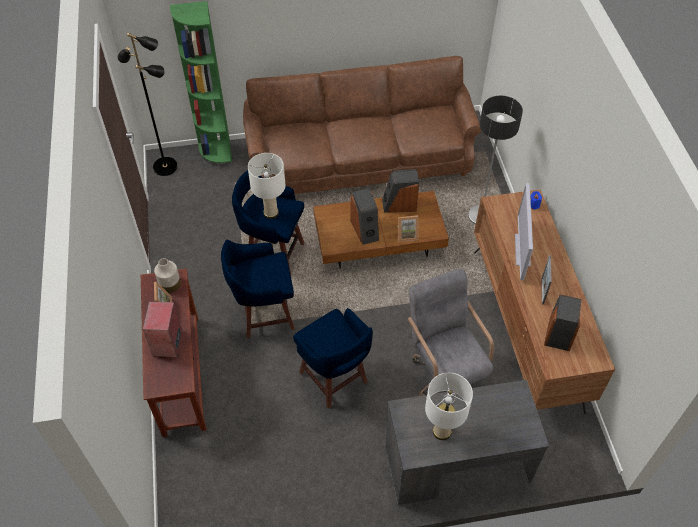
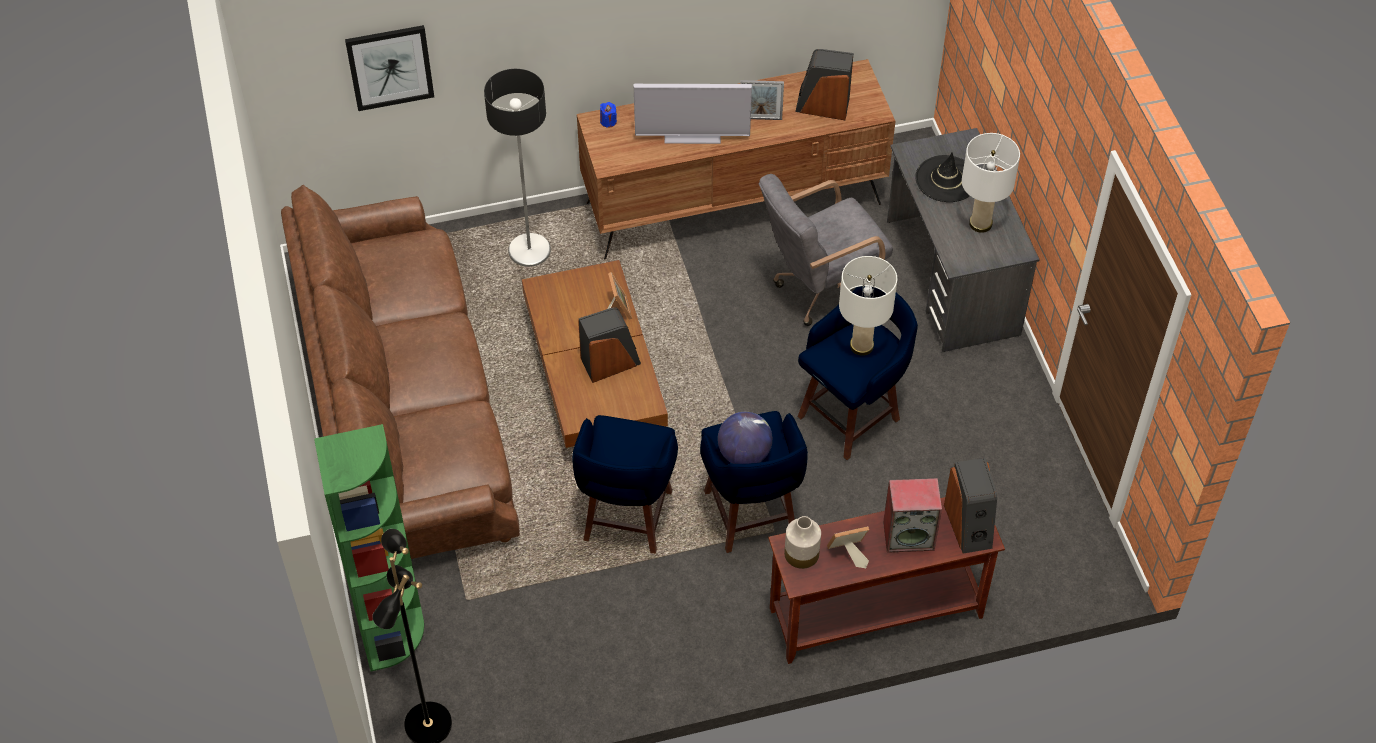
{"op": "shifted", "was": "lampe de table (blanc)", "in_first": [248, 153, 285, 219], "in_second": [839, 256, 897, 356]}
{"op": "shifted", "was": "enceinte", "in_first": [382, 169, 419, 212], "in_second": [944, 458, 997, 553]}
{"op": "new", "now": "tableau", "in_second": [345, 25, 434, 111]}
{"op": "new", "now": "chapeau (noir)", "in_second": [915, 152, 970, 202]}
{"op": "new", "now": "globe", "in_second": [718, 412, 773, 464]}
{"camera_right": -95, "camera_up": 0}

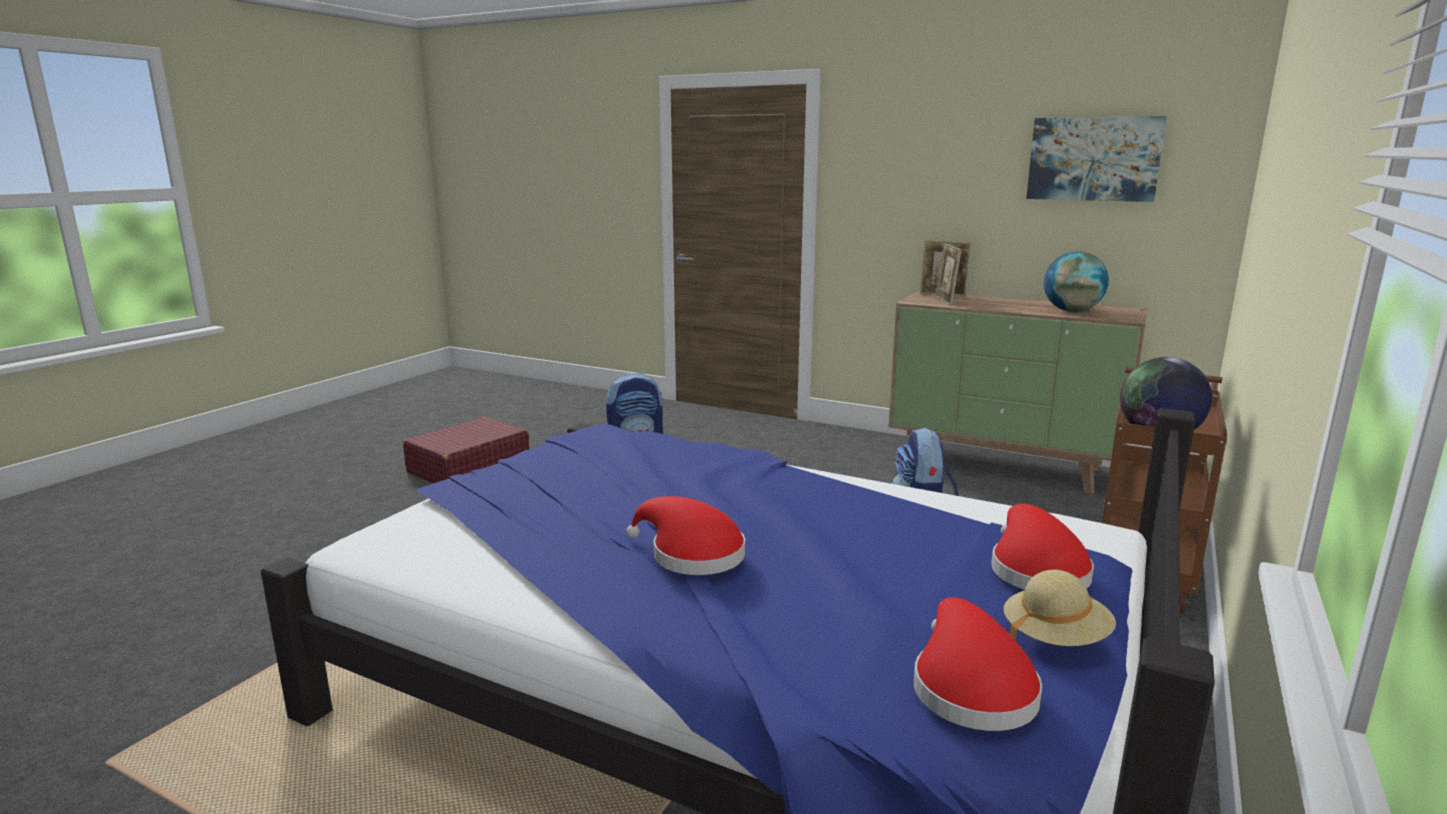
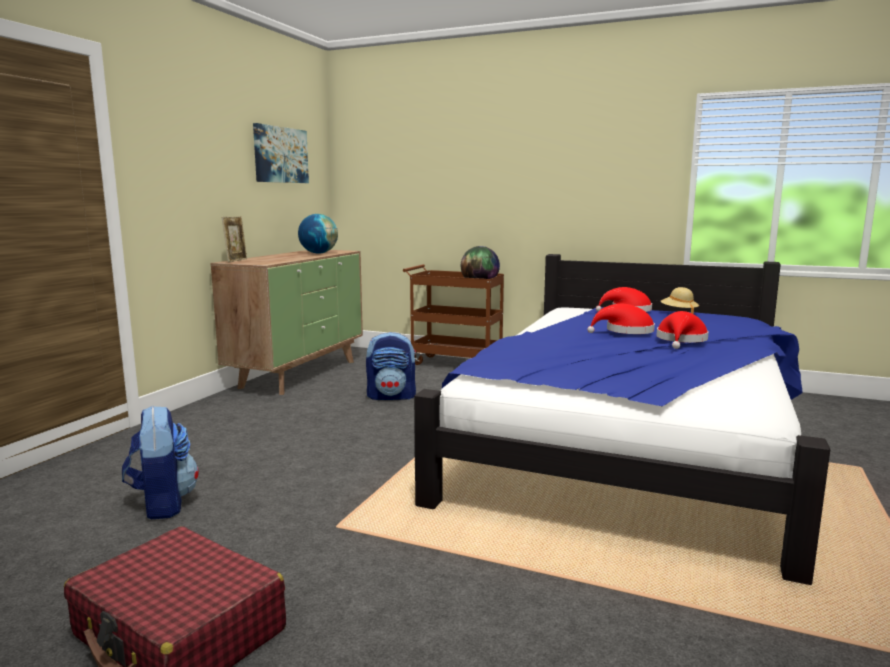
{"op": "gone", "was": "cadre photo", "in_first": [935, 243, 962, 306]}
{"op": "shifted", "was": "chapeau (rouge)", "in_first": [914, 597, 1042, 731], "in_second": [587, 304, 655, 334]}
{"camera_right": -95, "camera_up": -5}

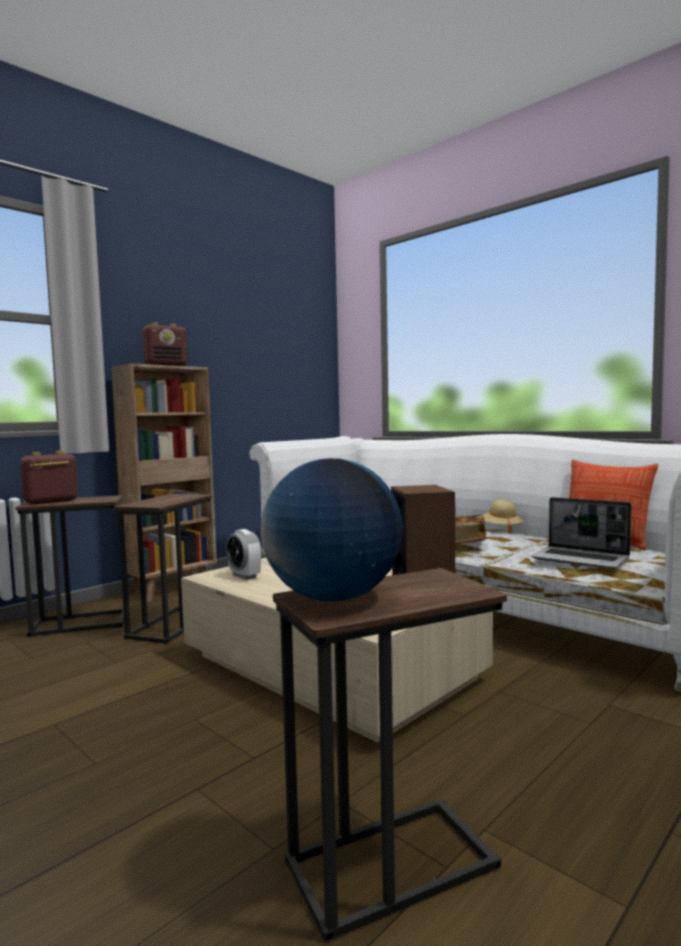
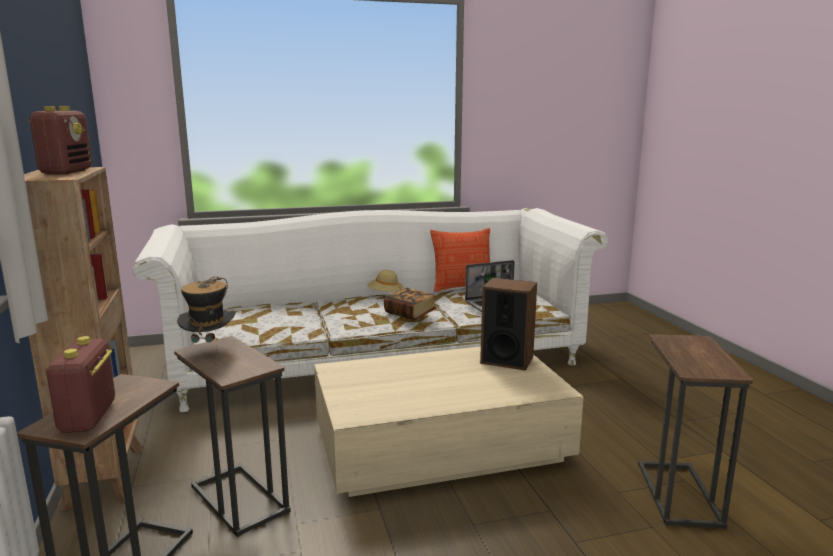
{"op": "gone", "was": "globe", "in_first": [261, 458, 403, 602]}
{"op": "gone", "was": "réveil", "in_first": [226, 529, 262, 580]}
{"op": "new", "now": "chapeau", "in_second": [177, 277, 236, 358]}
{"camera_right": -60, "camera_up": 10}

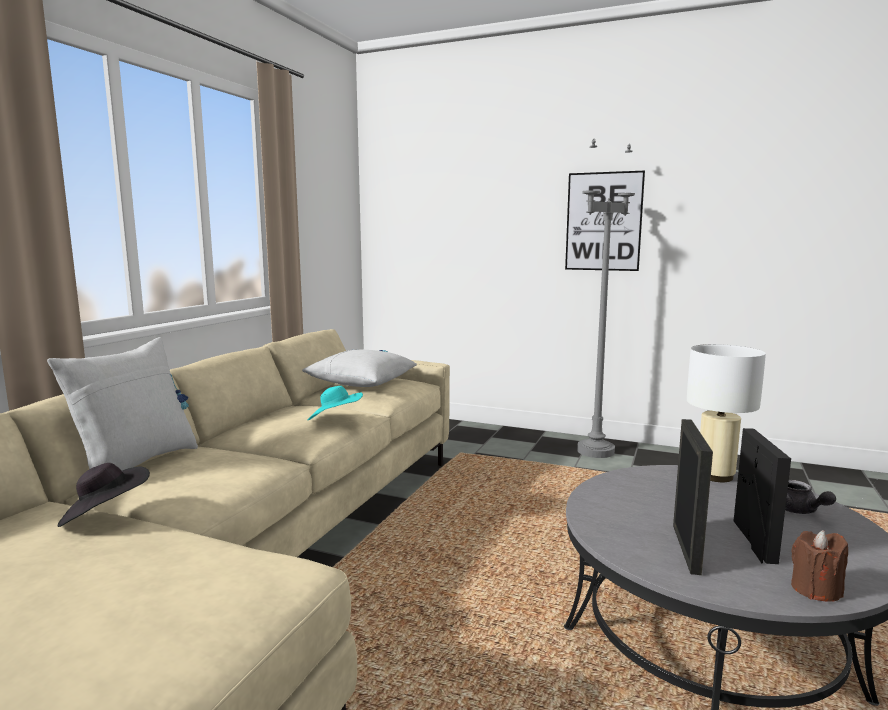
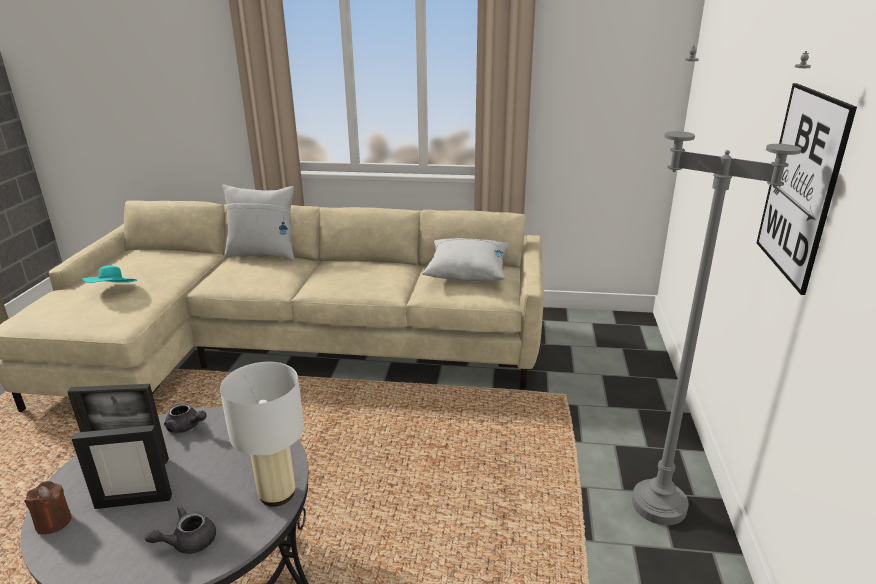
{"op": "shifted", "was": "chapeau (turquoise)", "in_first": [308, 386, 363, 420], "in_second": [82, 265, 137, 283]}
{"op": "gone", "was": "chapeau (noir)", "in_first": [58, 463, 150, 527]}
{"op": "new", "now": "théière (gris)", "in_second": [164, 403, 207, 433]}
{"camera_right": 75, "camera_up": 15}

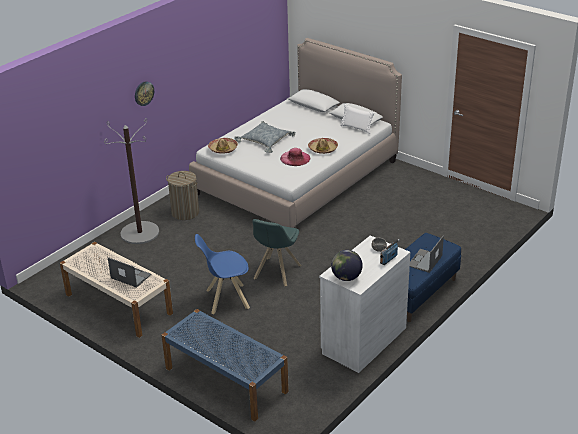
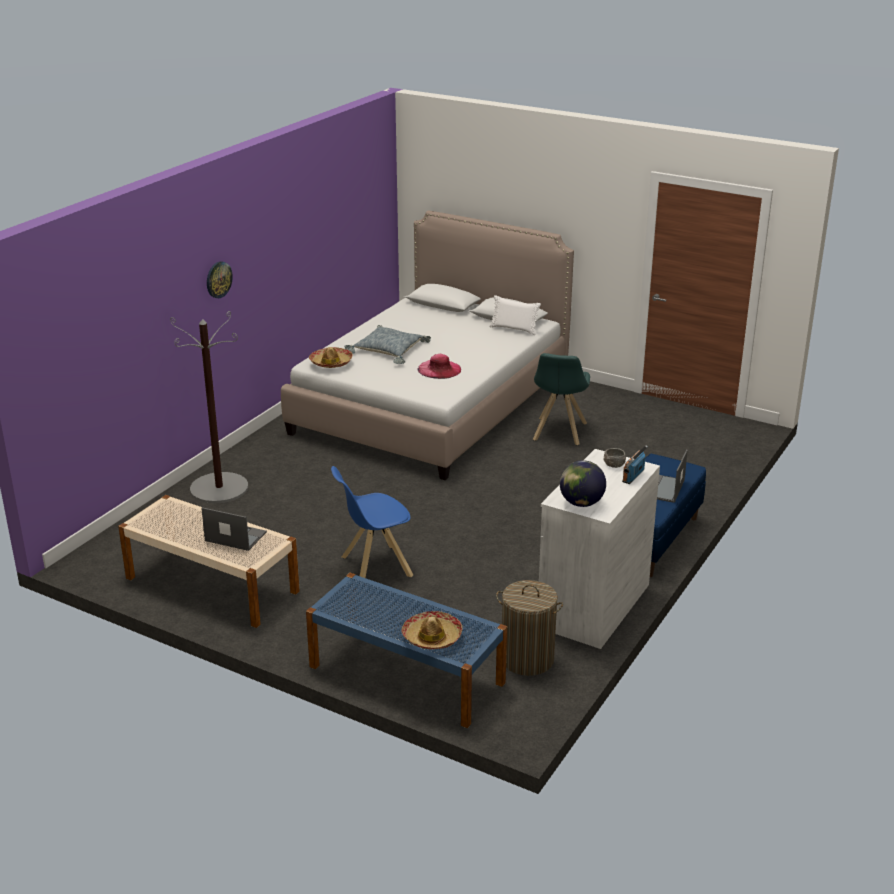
{"op": "shifted", "was": "chapeau", "in_first": [308, 138, 338, 154], "in_second": [401, 611, 463, 649]}
{"op": "shifted", "was": "panier à linge", "in_first": [166, 171, 199, 220], "in_second": [496, 580, 563, 676]}
{"op": "shifted", "was": "chaise (turquoise)", "in_first": [252, 219, 301, 287], "in_second": [533, 353, 590, 445]}
{"camera_right": -10, "camera_up": -5}

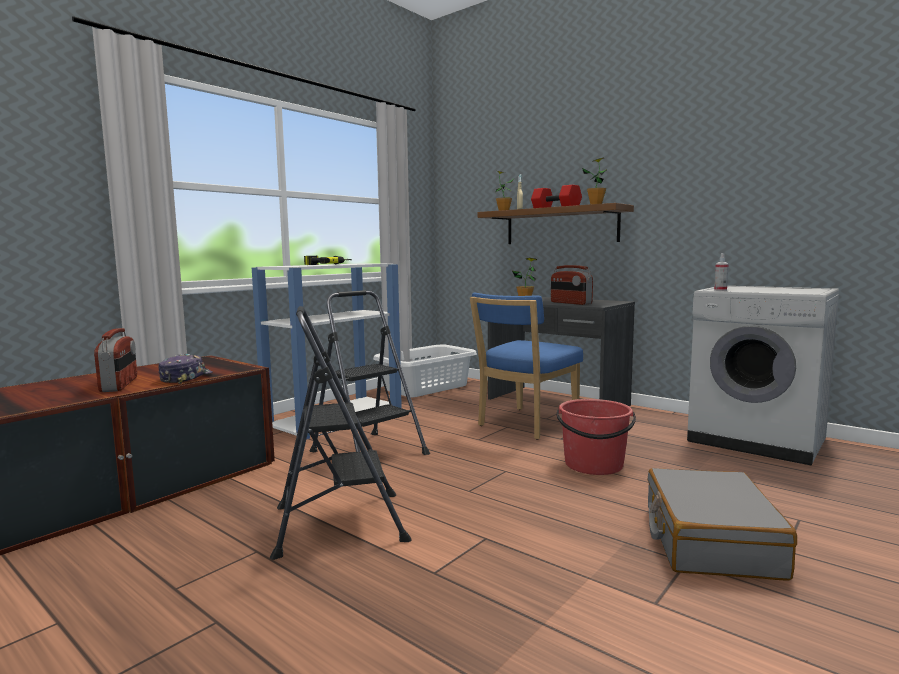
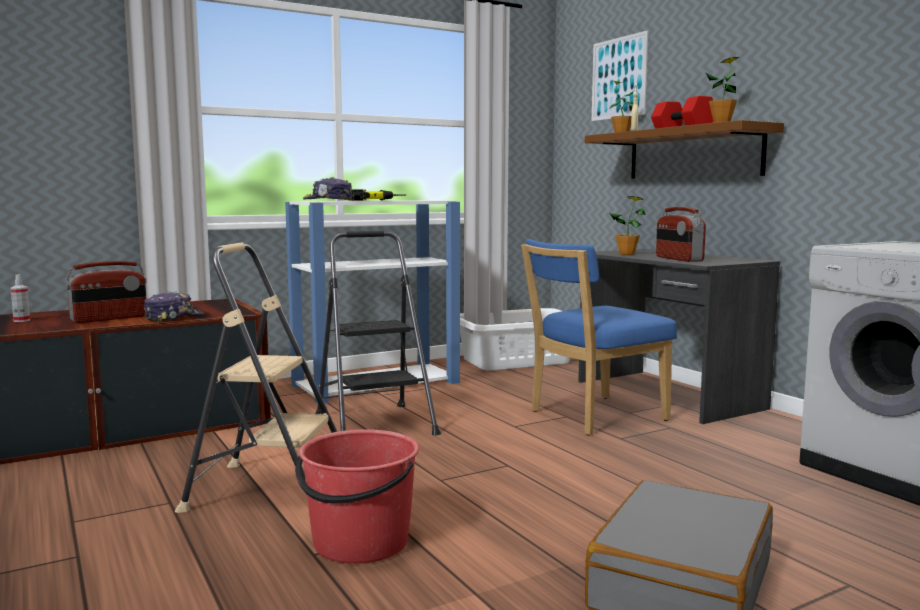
{"op": "shifted", "was": "vaporisateur", "in_first": [714, 253, 729, 291], "in_second": [10, 274, 30, 322]}
{"op": "repainted", "was": "escabeau (noir)", "now": "escabeau (beige)", "in_first": [270, 306, 412, 560], "in_second": [175, 242, 337, 513]}
{"op": "rotated", "was": "radio", "in_first": [94, 328, 137, 392], "in_second": [65, 261, 147, 323], "clockwise": 45}
{"op": "shifted", "was": "seau (rouge)", "in_first": [557, 399, 636, 475], "in_second": [295, 429, 419, 564]}
{"op": "new", "now": "tableau", "in_second": [592, 30, 648, 121]}
{"op": "new", "now": "casquette", "in_second": [303, 177, 354, 201]}
{"camera_right": 20, "camera_up": 0}

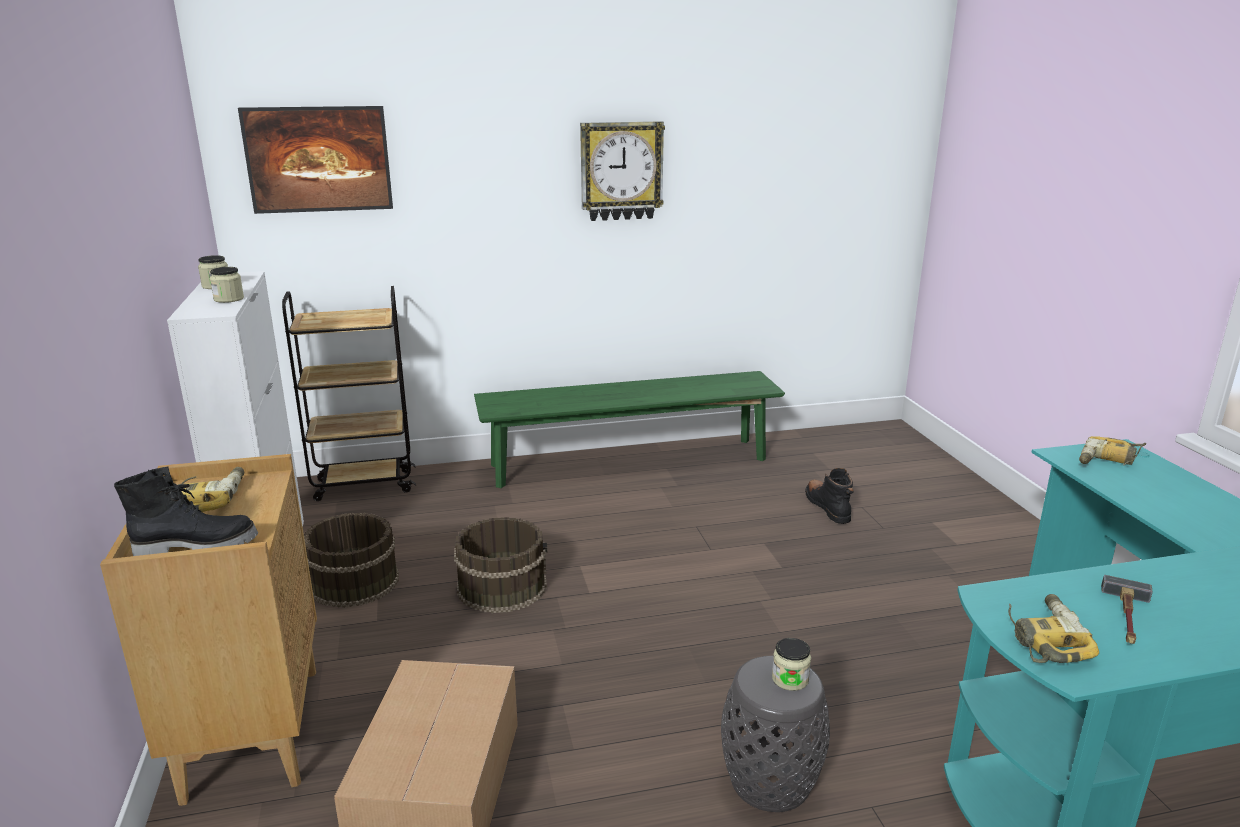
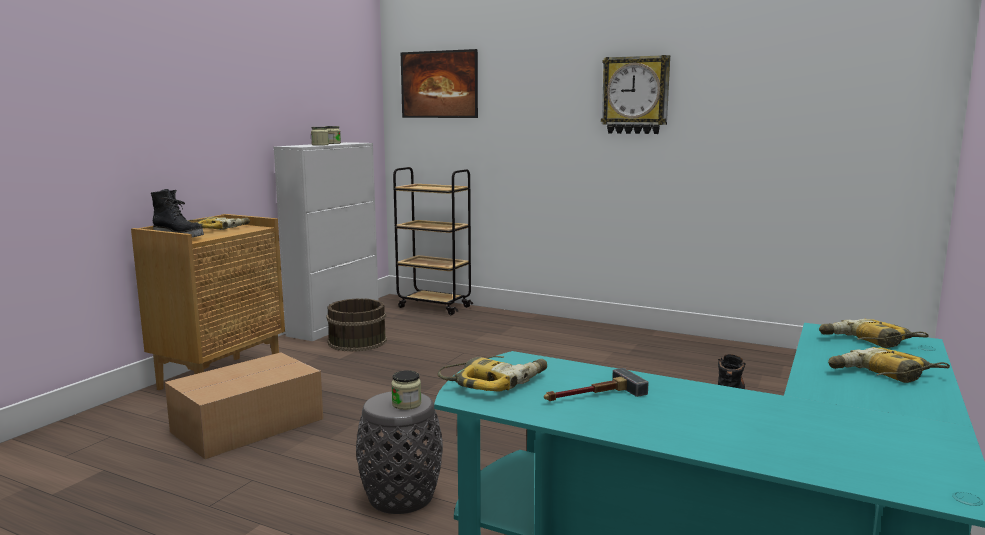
{"op": "gone", "was": "banc (vert)", "in_first": [474, 371, 785, 488]}
{"op": "gone", "was": "seau (marron)", "in_first": [454, 517, 548, 613]}
{"op": "new", "now": "perceuse", "in_second": [828, 347, 950, 383]}
{"camera_right": 40, "camera_up": -10}

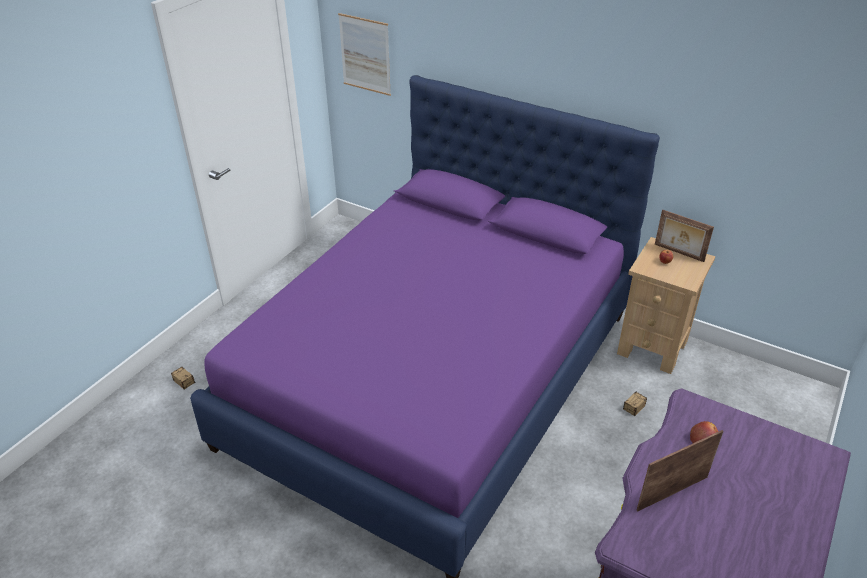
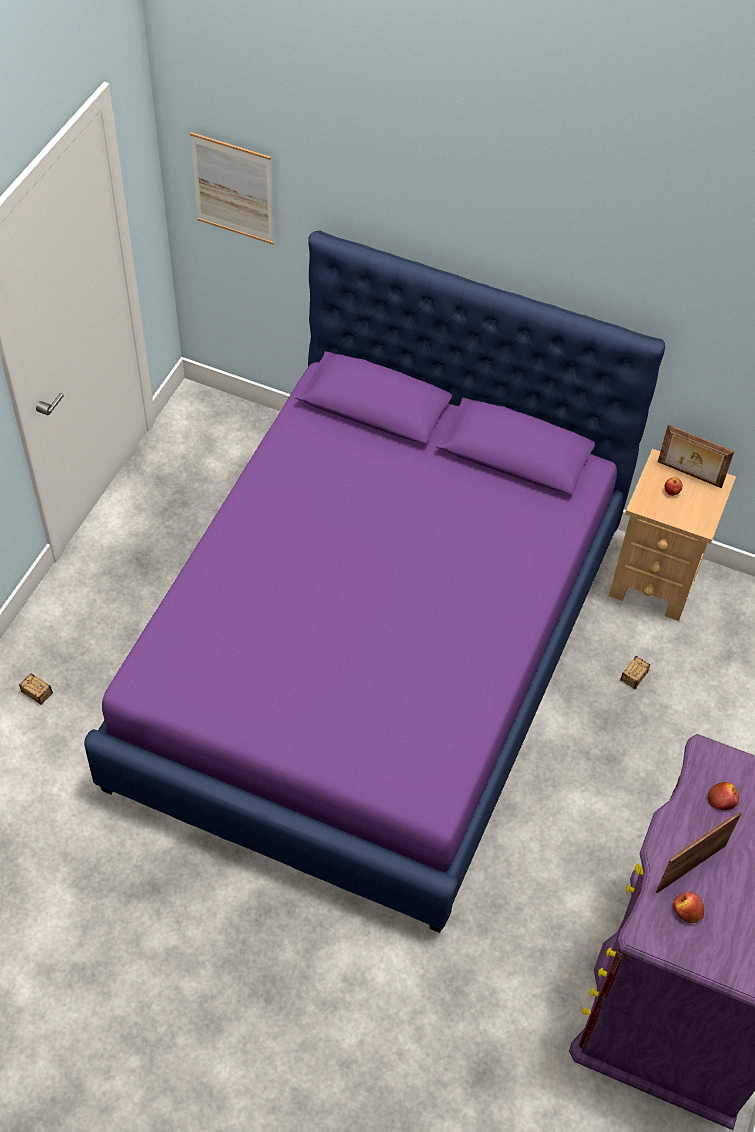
{"op": "new", "now": "pomme", "in_second": [673, 892, 704, 923]}
{"camera_right": -10, "camera_up": 15}

